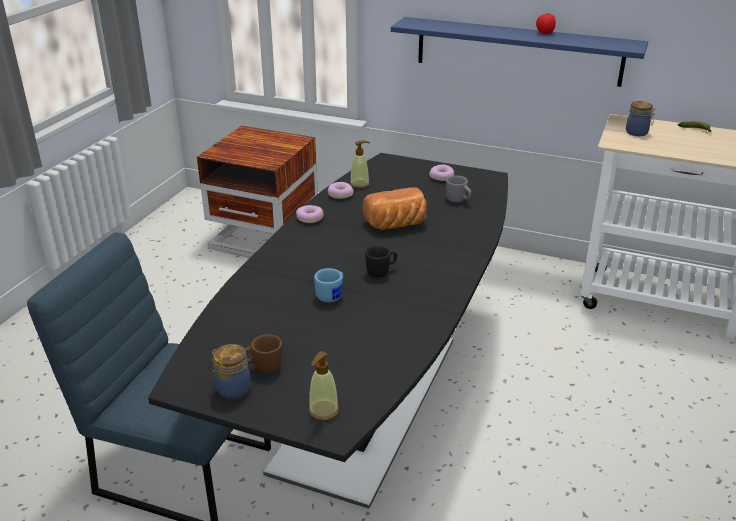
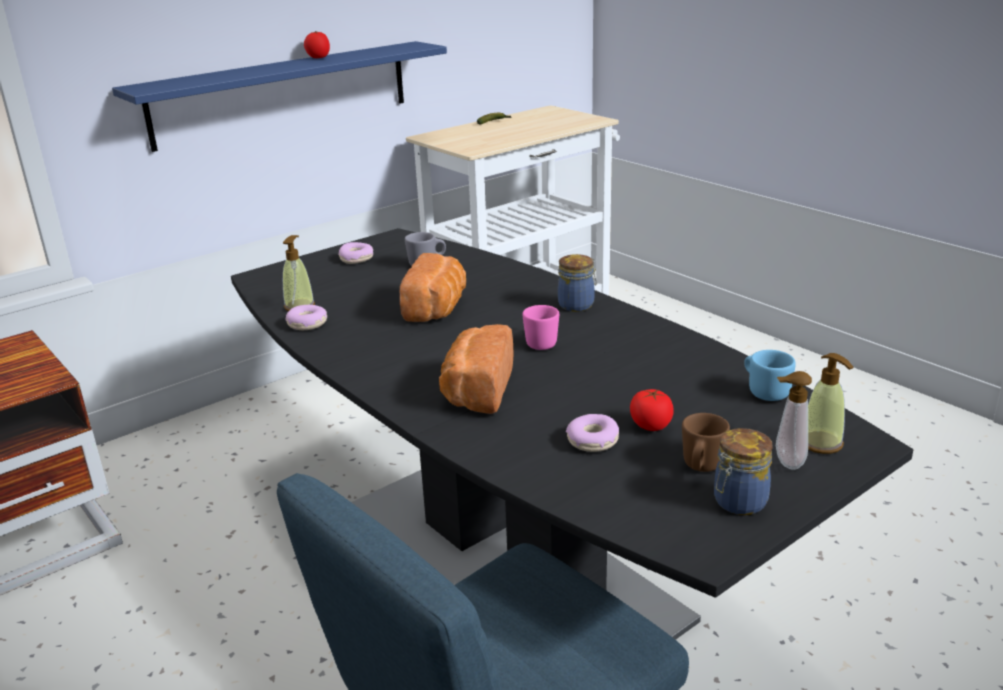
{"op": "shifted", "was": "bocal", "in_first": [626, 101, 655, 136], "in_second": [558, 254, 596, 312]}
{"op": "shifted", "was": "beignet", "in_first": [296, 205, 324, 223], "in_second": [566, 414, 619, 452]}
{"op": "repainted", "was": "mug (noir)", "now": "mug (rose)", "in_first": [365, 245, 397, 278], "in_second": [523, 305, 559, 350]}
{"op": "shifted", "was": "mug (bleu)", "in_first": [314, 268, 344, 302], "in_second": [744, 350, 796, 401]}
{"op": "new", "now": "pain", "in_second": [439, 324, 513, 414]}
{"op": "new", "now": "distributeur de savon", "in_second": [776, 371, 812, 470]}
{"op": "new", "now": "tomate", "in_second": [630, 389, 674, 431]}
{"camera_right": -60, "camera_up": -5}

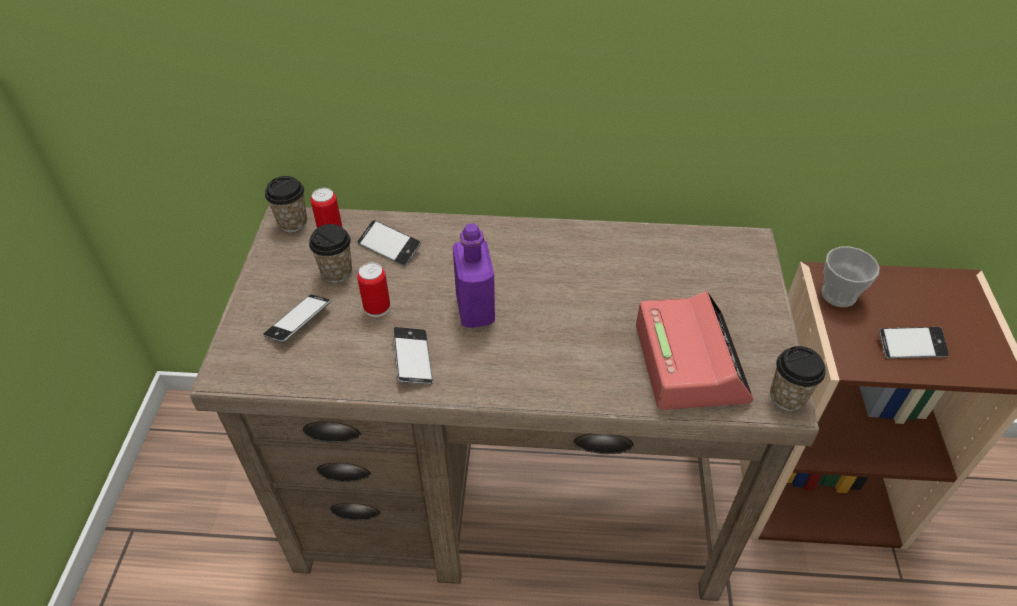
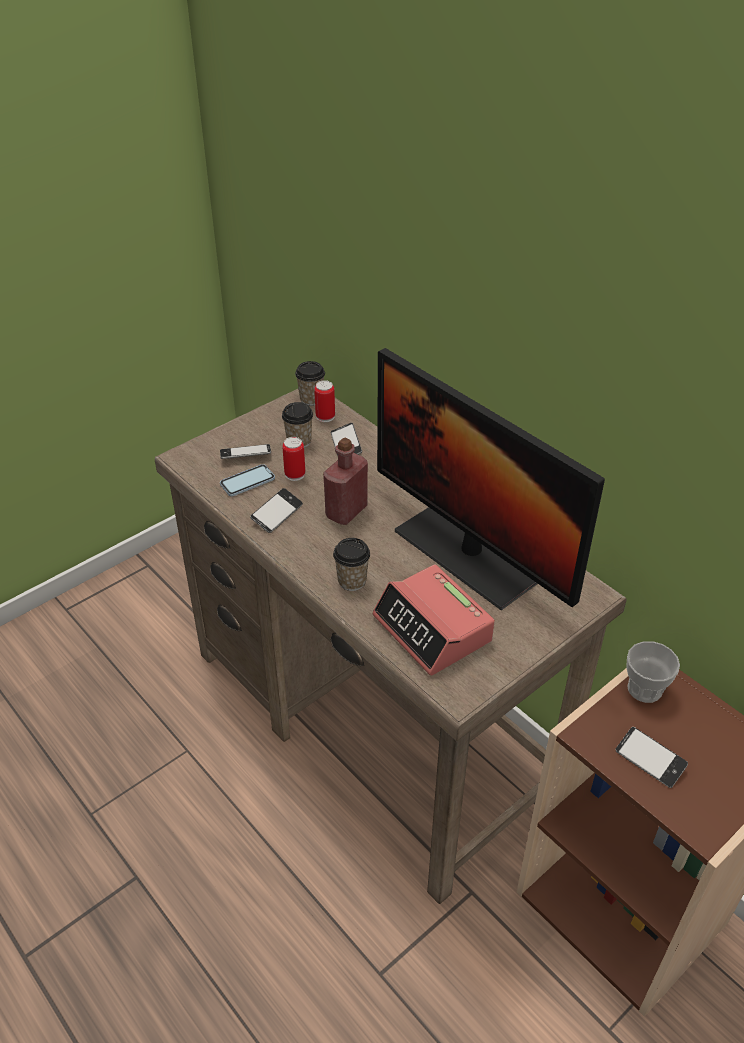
{"op": "repainted", "was": "bouteille (violet)", "now": "bouteille (rouge)", "in_first": [453, 223, 495, 328], "in_second": [323, 438, 368, 525]}
{"op": "rotated", "was": "réveil", "in_first": [636, 291, 753, 410], "in_second": [372, 564, 495, 676], "clockwise": 105}
{"op": "shifted", "was": "tasse", "in_first": [770, 346, 825, 411], "in_second": [333, 538, 370, 591]}
{"op": "new", "now": "écran d'ordinateur", "in_second": [377, 348, 605, 610]}
{"op": "new", "now": "téléphone", "in_second": [220, 464, 275, 496]}
{"camera_right": 45, "camera_up": -5}

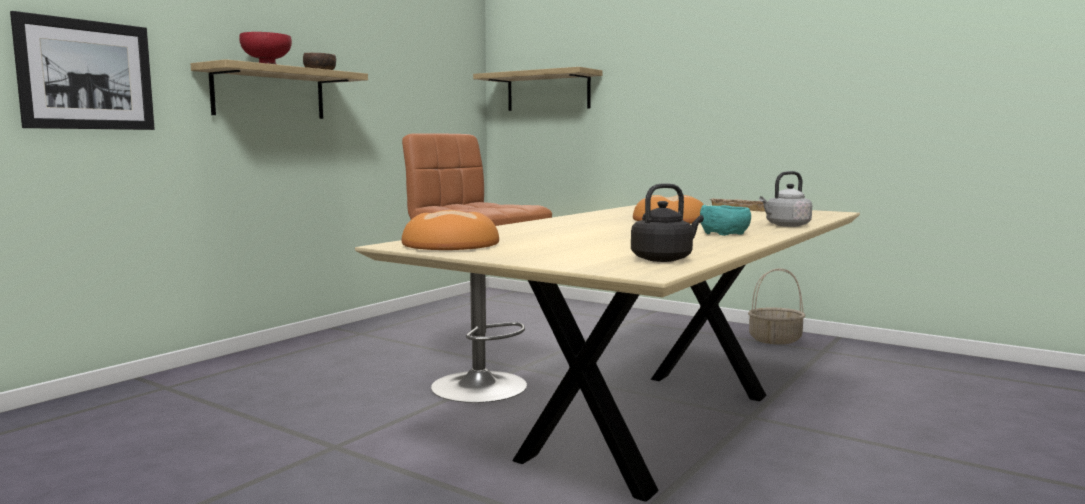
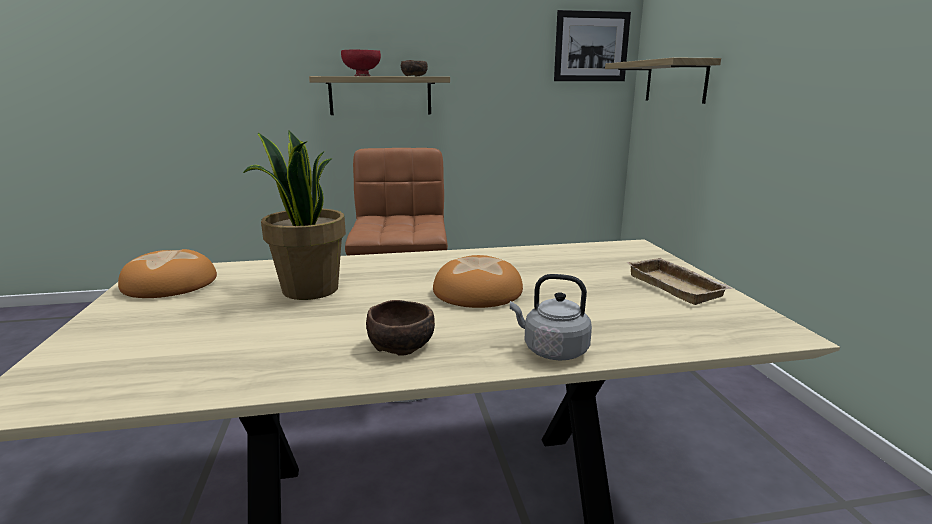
{"op": "shifted", "was": "tableau", "in_first": [10, 11, 155, 130], "in_second": [554, 10, 631, 81]}
{"op": "gone", "was": "bouilloire (noir)", "in_first": [631, 183, 704, 262]}
{"op": "repainted", "was": "bol (turquoise)", "now": "bol (marron)", "in_first": [700, 205, 751, 236], "in_second": [366, 300, 435, 356]}
{"op": "gone", "was": "panier", "in_first": [748, 268, 805, 344]}
{"op": "new", "now": "plante en pot", "in_second": [243, 131, 346, 300]}
{"camera_right": 45, "camera_up": 10}

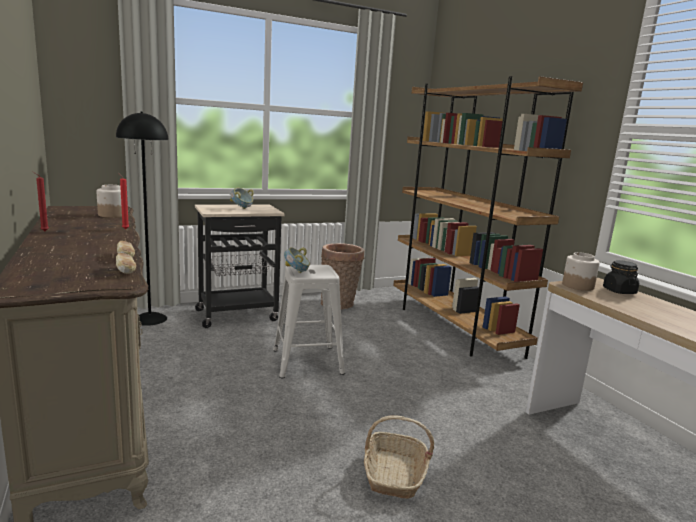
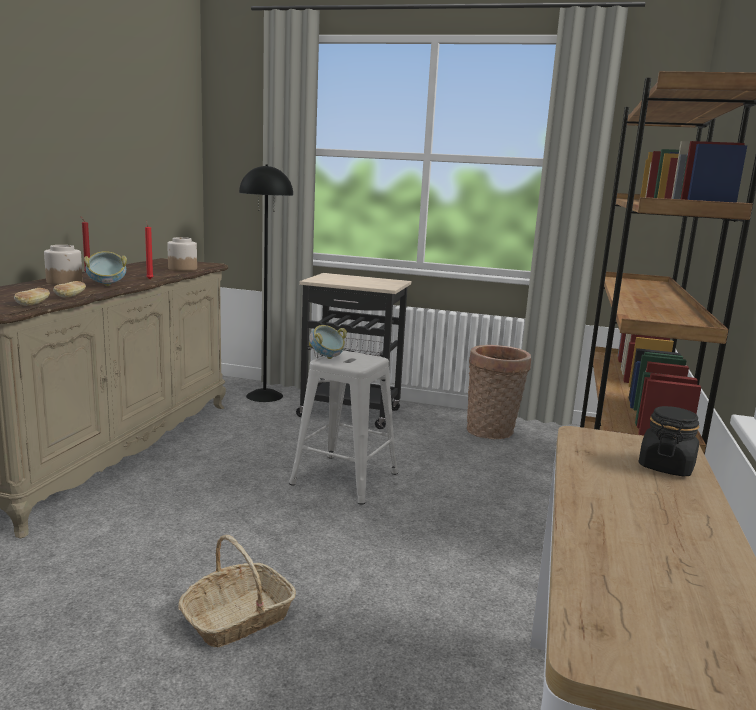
{"op": "shifted", "was": "bol", "in_first": [230, 188, 254, 209], "in_second": [84, 251, 127, 286]}
{"op": "shifted", "was": "bocal", "in_first": [562, 252, 600, 291], "in_second": [44, 245, 83, 285]}
{"camera_right": 40, "camera_up": 0}

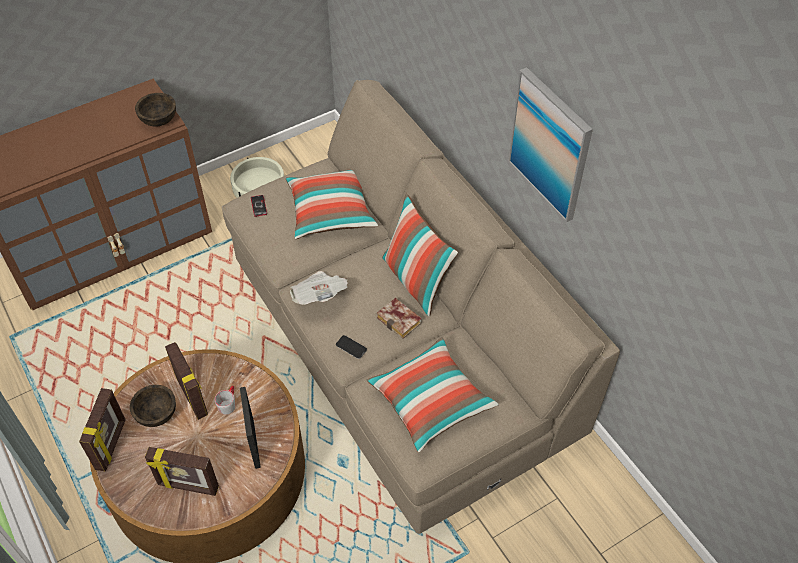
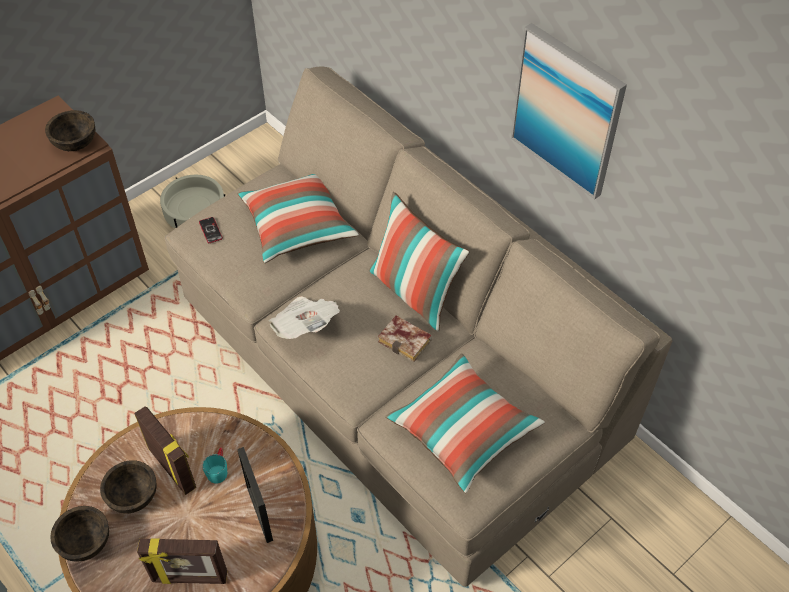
{"op": "gone", "was": "téléphone", "in_first": [336, 335, 367, 359]}
{"op": "repainted", "was": "mug (gris)", "now": "mug (turquoise)", "in_first": [215, 386, 235, 415], "in_second": [203, 448, 227, 484]}
{"op": "swapped", "was": "cadre photo", "now": "bol (marron)", "in_first": [79, 388, 126, 471], "in_second": [50, 506, 109, 562]}
{"camera_right": -10, "camera_up": 0}

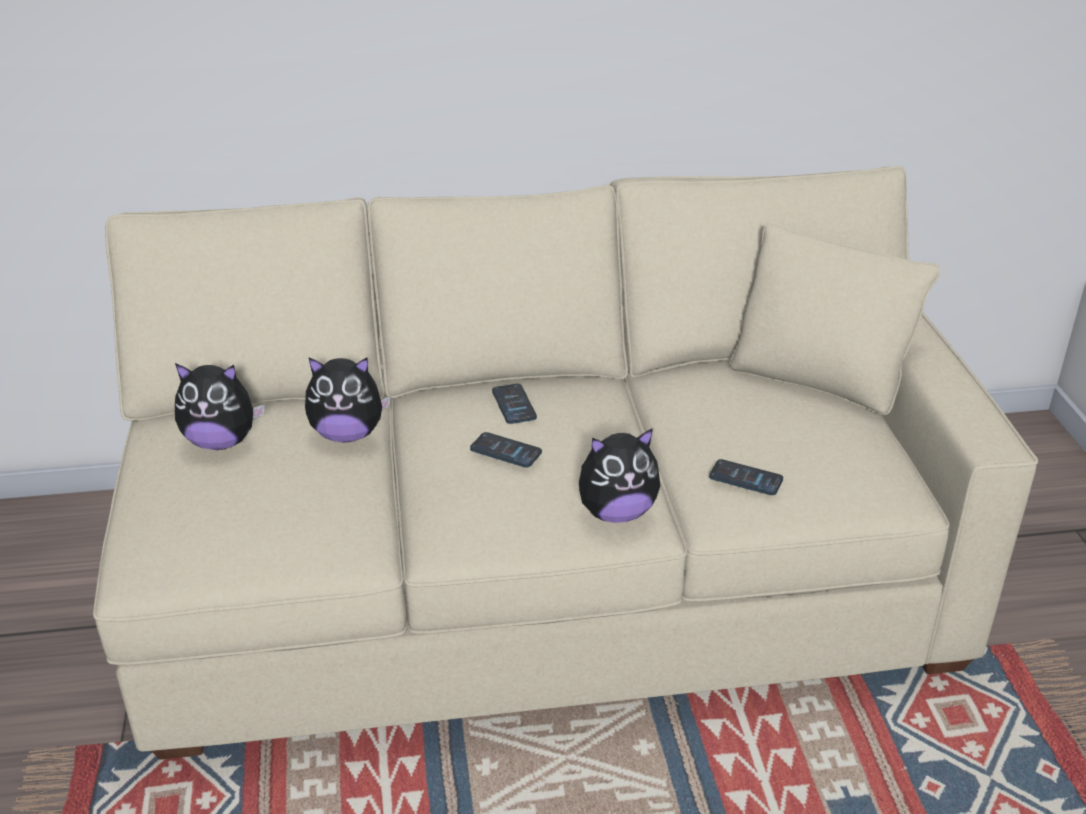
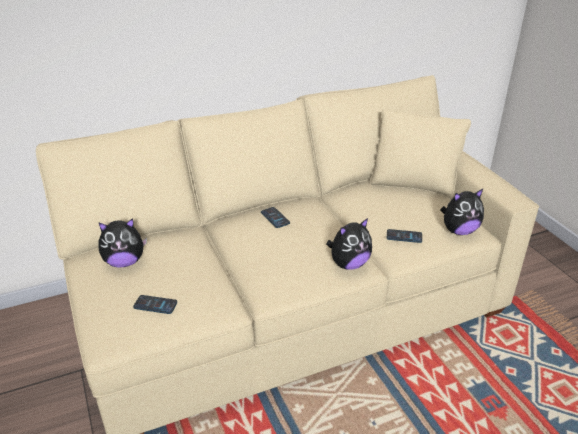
{"op": "shifted", "was": "peluche", "in_first": [305, 357, 391, 443], "in_second": [441, 189, 484, 235]}
{"op": "shifted", "was": "téléphone", "in_first": [470, 432, 542, 468], "in_second": [133, 295, 177, 314]}
{"camera_right": -15, "camera_up": 0}

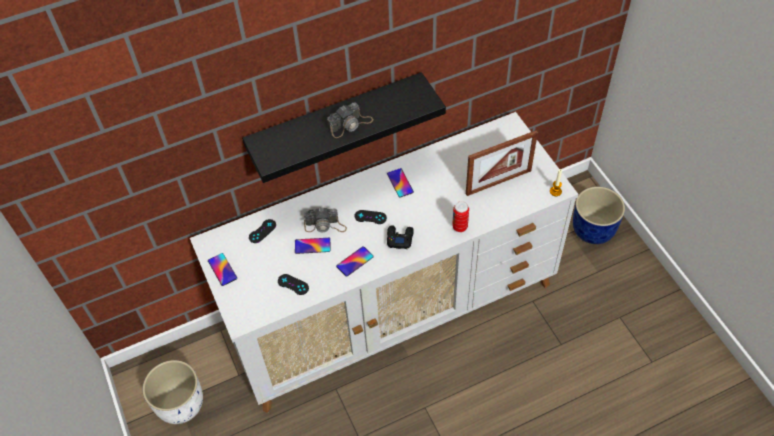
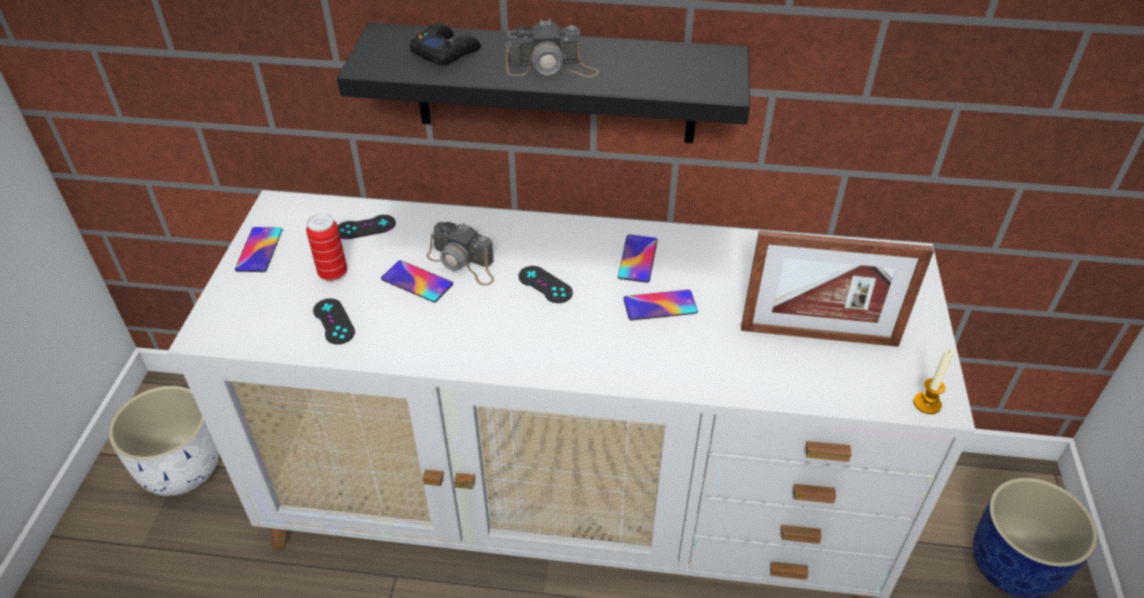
{"op": "shifted", "was": "boîte métallique", "in_first": [452, 201, 469, 232], "in_second": [306, 213, 347, 281]}
{"op": "shifted", "was": "manette (noir)", "in_first": [387, 226, 414, 249], "in_second": [410, 23, 481, 65]}
{"op": "shifted", "was": "téléphone", "in_first": [336, 246, 374, 277], "in_second": [623, 290, 698, 320]}
{"camera_right": 30, "camera_up": -10}

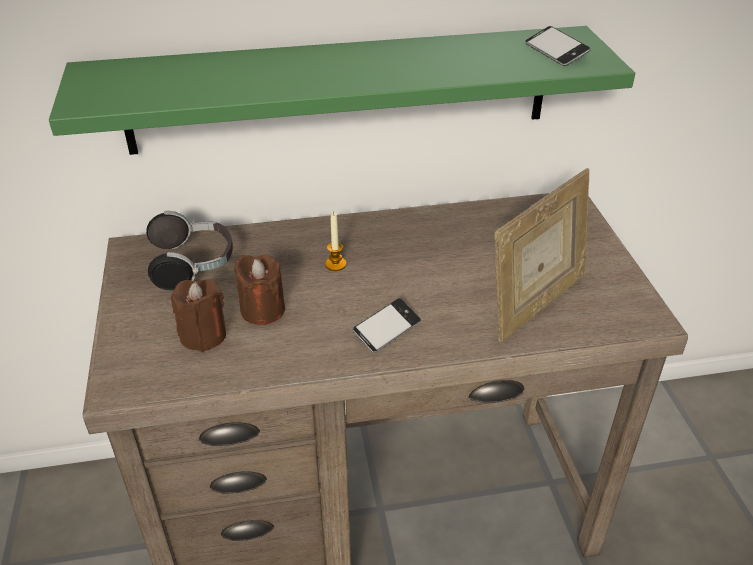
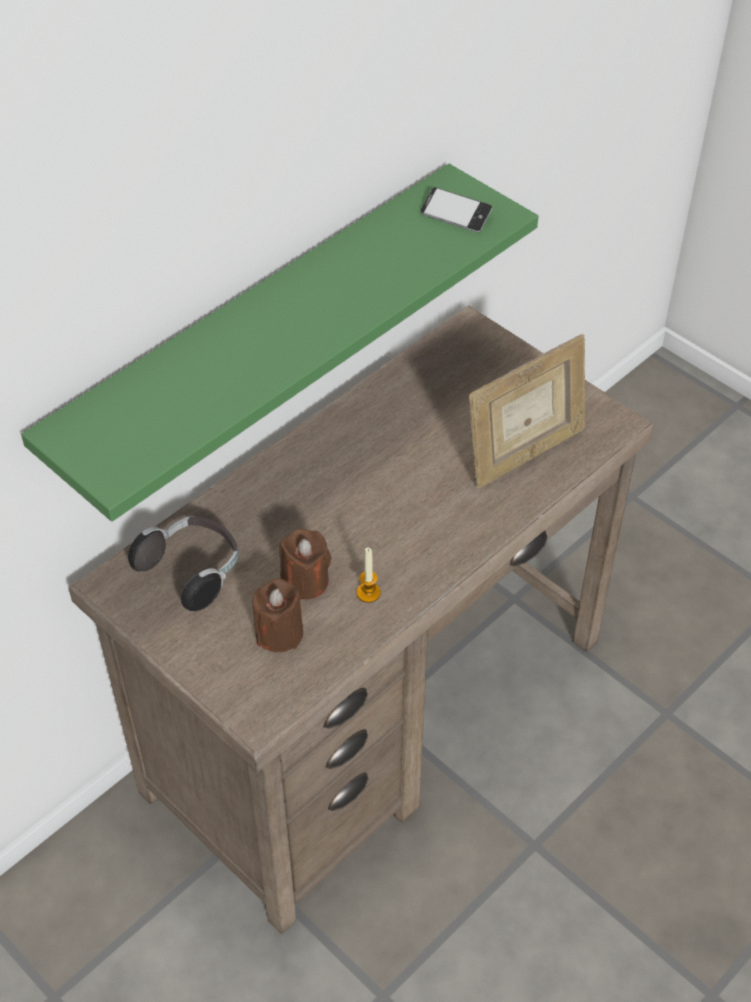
{"op": "rotated", "was": "cadre photo", "in_first": [494, 168, 589, 342], "in_second": [468, 334, 585, 489], "clockwise": 45}
{"op": "shifted", "was": "bougie", "in_first": [325, 212, 346, 271], "in_second": [357, 548, 381, 603]}
{"op": "gone", "was": "téléphone", "in_first": [352, 298, 421, 353]}
{"camera_right": -35, "camera_up": 10}

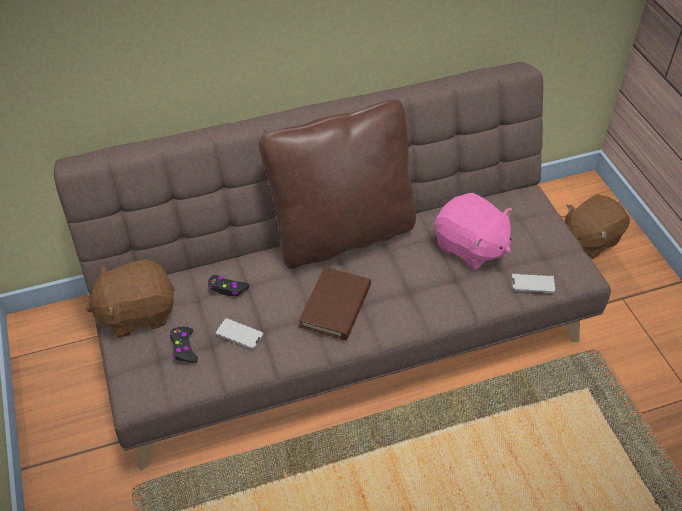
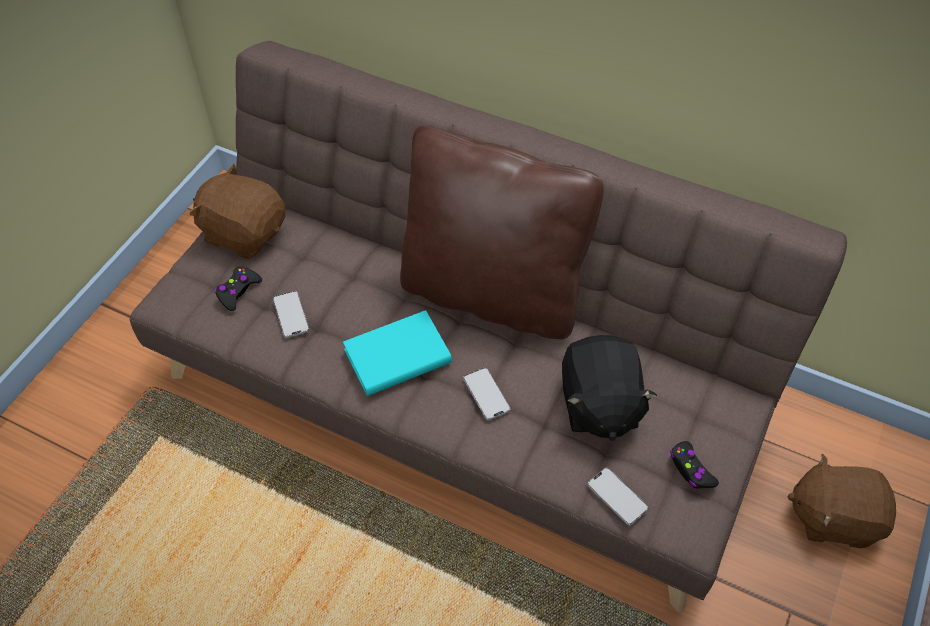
{"op": "repainted", "was": "peluche (rose)", "now": "peluche (noir)", "in_first": [434, 193, 512, 270], "in_second": [562, 335, 657, 441]}
{"op": "repainted", "was": "livre (marron)", "now": "livre (turquoise)", "in_first": [299, 267, 371, 341], "in_second": [343, 310, 452, 396]}
{"op": "shifted", "was": "manette (noir)", "in_first": [208, 275, 249, 296], "in_second": [670, 441, 719, 488]}
{"op": "new", "now": "téléphone", "in_second": [463, 368, 511, 420]}
{"camera_right": 45, "camera_up": 5}

